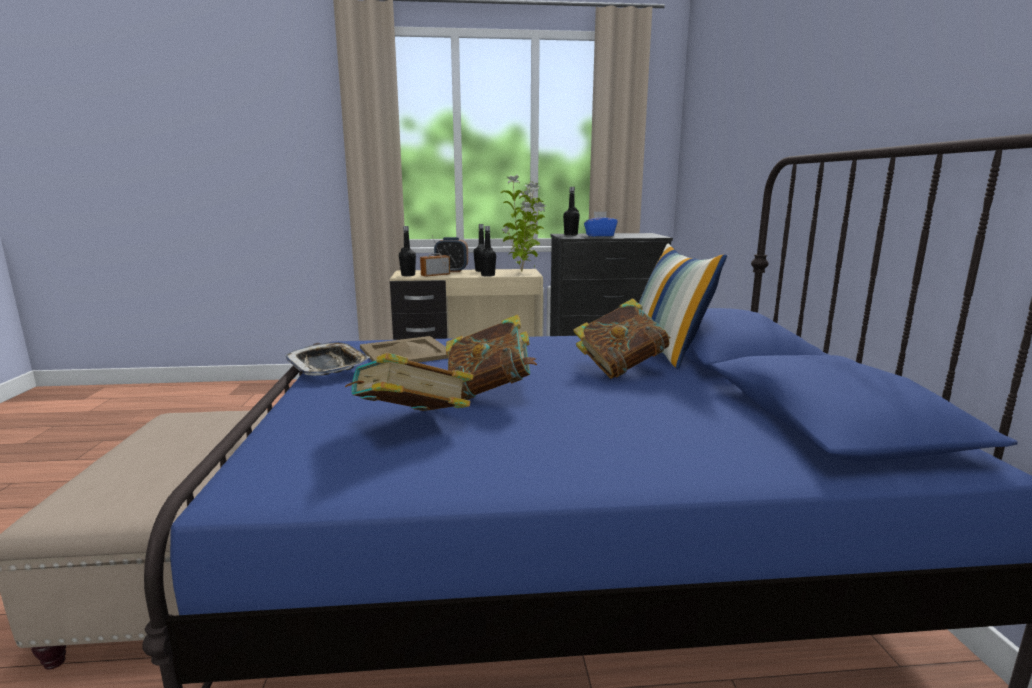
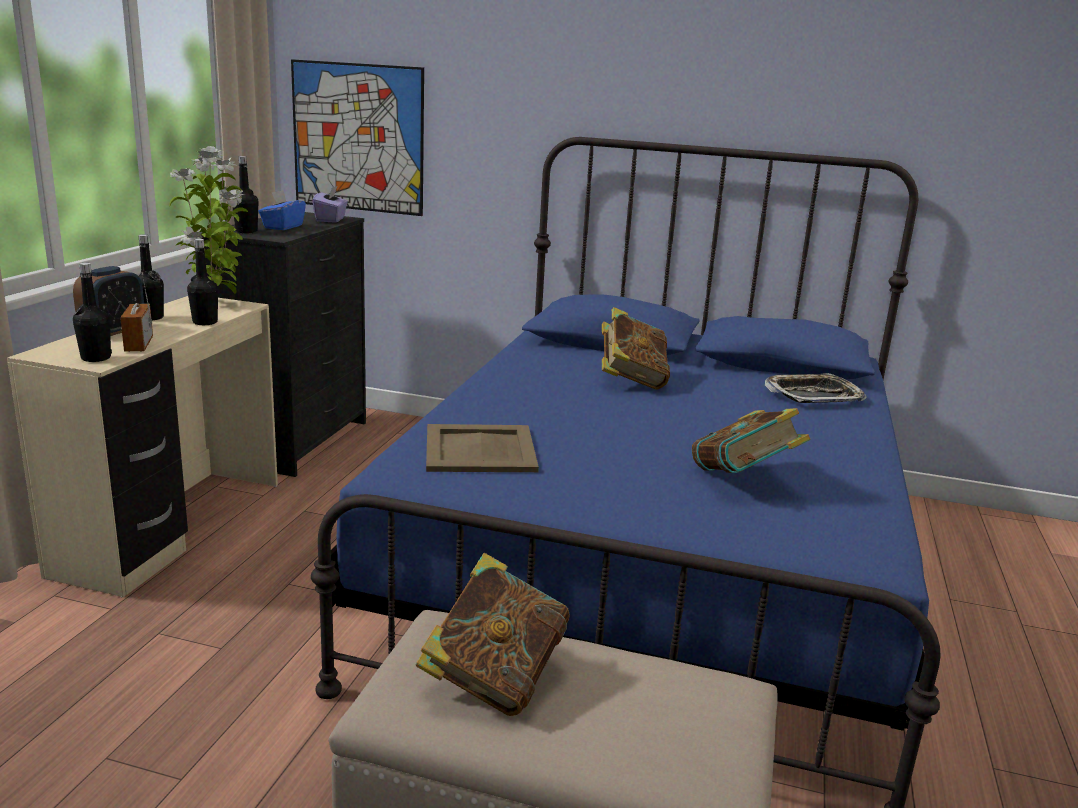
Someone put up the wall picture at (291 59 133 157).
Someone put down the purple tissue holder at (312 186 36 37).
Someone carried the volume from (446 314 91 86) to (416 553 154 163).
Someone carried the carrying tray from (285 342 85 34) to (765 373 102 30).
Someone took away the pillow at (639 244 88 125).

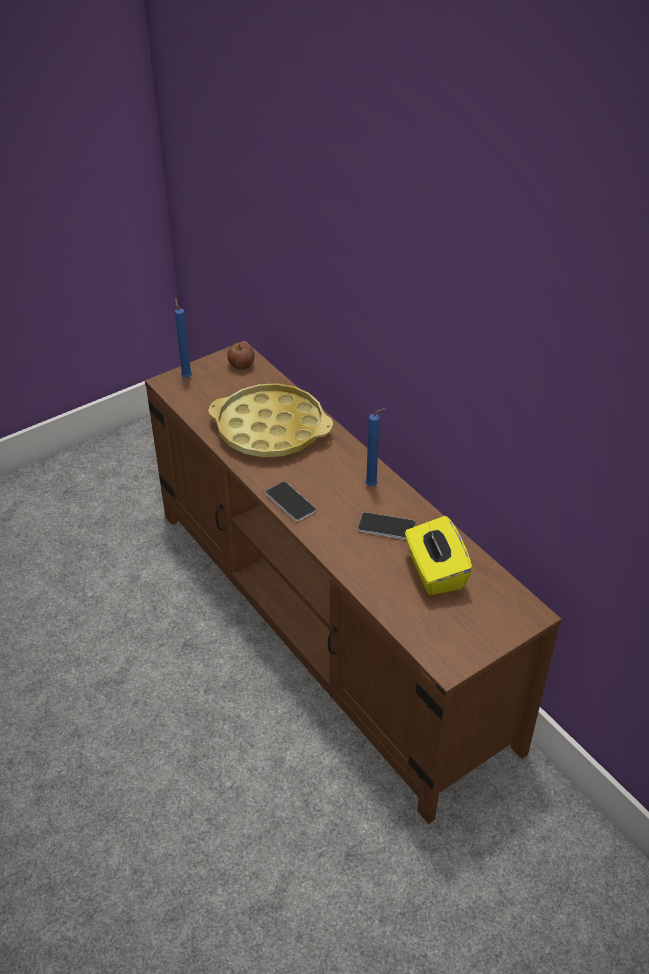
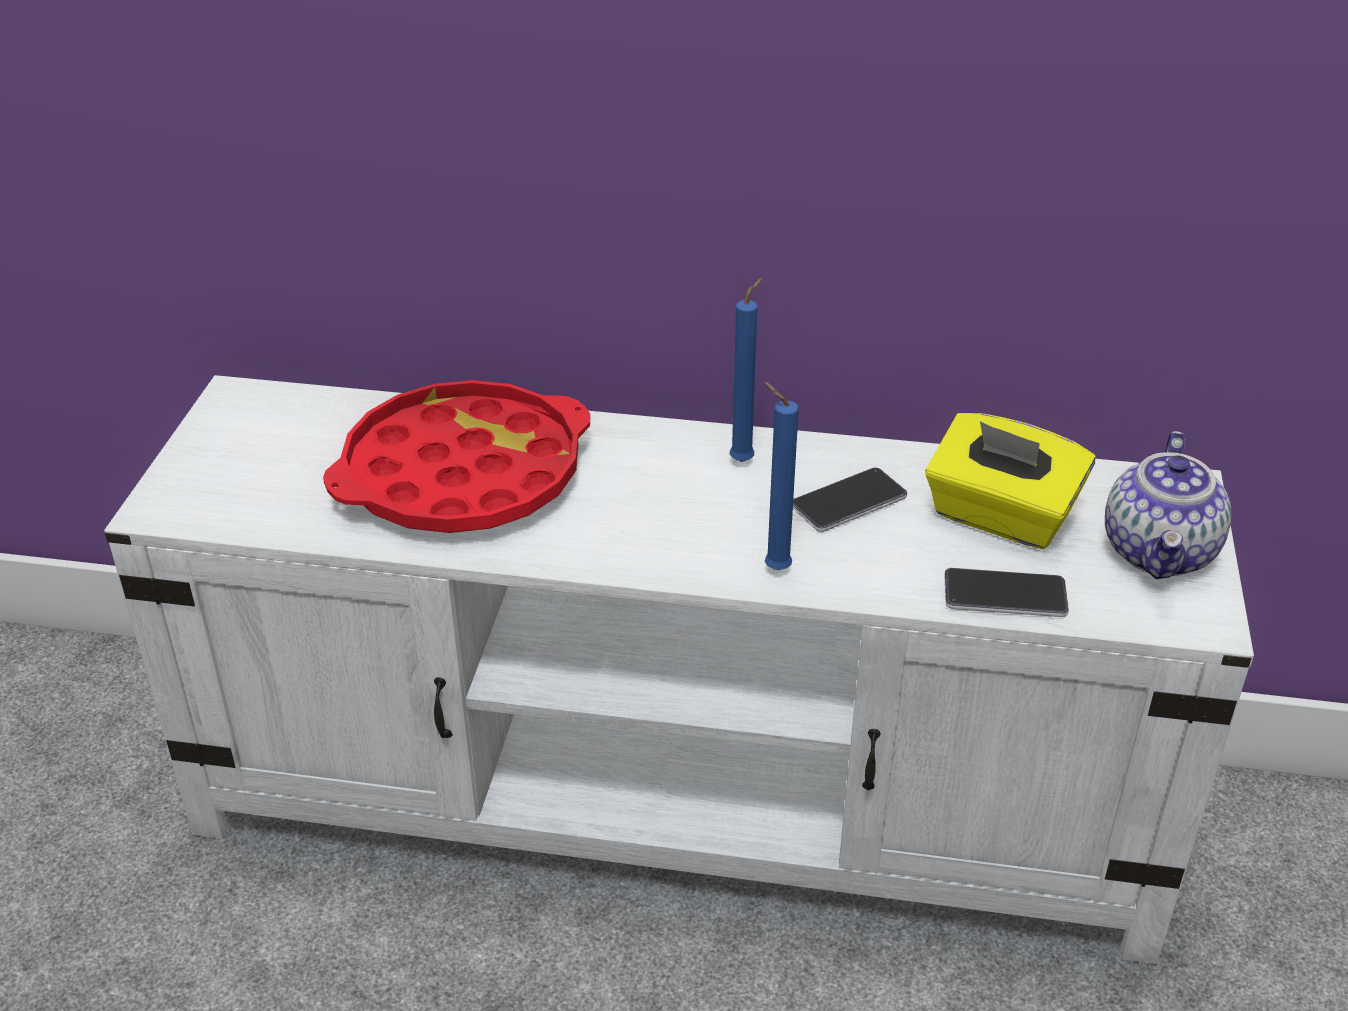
Someone repainted the brownish tv unit at (145 341 416 483), which became the white tv unit at (104 375 1150 589).
Someone repainted the yellow-coloured carrying tray at (208 383 125 75), which became the red carrying tray at (323 380 267 153).
Someone carried the blue candle from (175 298 17 80) to (763 382 36 188).
Someone carried the handset from (265 482 51 40) to (944 568 125 49).
Someone put down the tea pot at (1105 431 126 148).
Someone took away the apple fruit at (227 342 28 28).

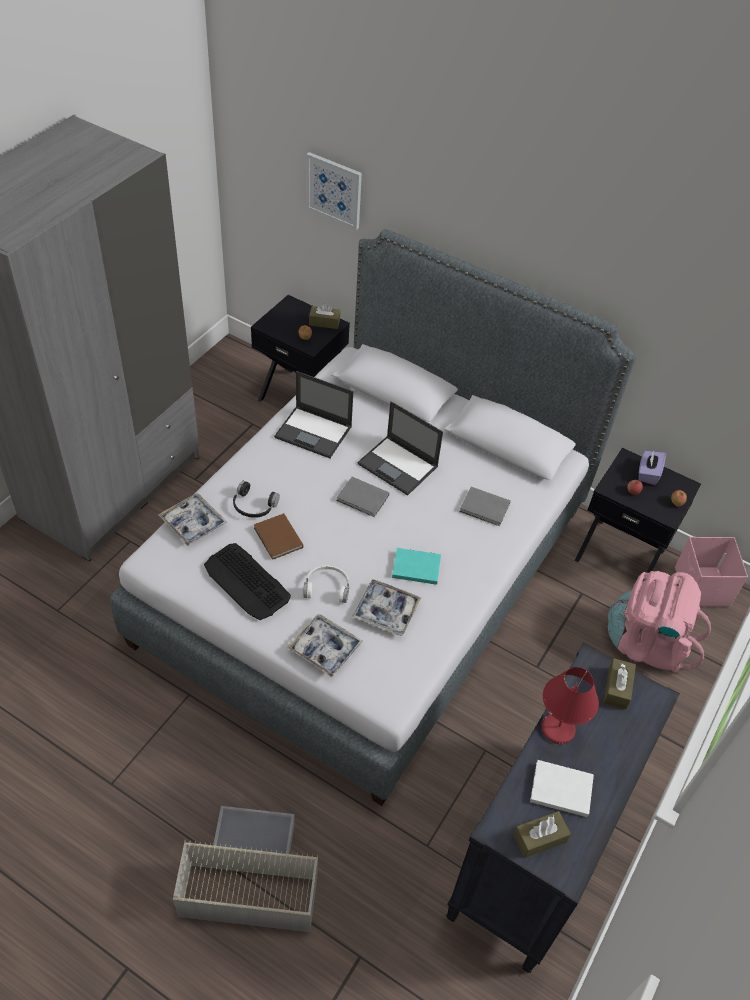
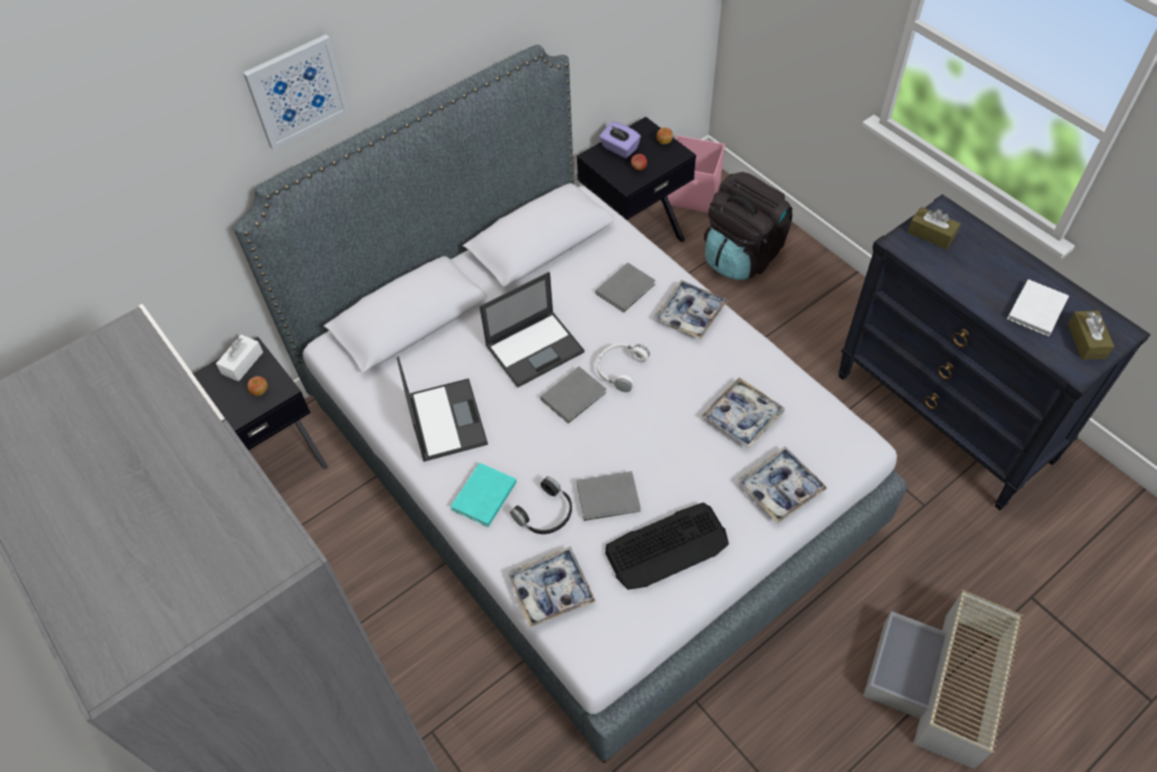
Someone repainted the brownish tissue holder at (309 303 31 26), which became the white tissue holder at (216 335 47 46).
Someone carried the wall picture from (306 152 56 78) to (243 34 106 116).
Someone rotated the notebook computer at (274 371 79 87) by 60 degrees counterclockwise.
Someone carried the blue-green volume from (392 548 49 37) to (450 463 67 64).
Someone repainted the brownish volume at (254 513 49 47), which became the greyish volume at (577 471 64 50).
Someone carried the white headset from (303 566 46 37) to (597 343 53 49).
Someone put down the carrying tray at (654 280 74 59).
Someone repainted the pink rucksack at (608 571 103 102), which became the black-coloured rucksack at (704 172 88 108).
Someone took away the red tabletop lamp at (541 667 58 77).

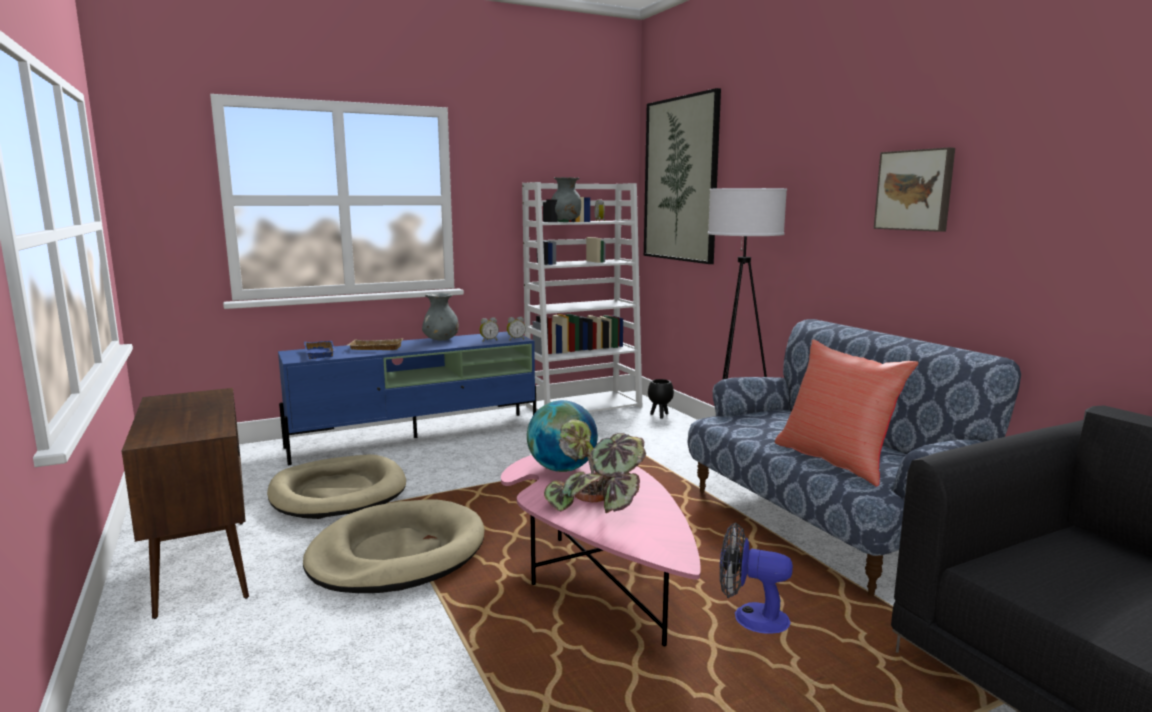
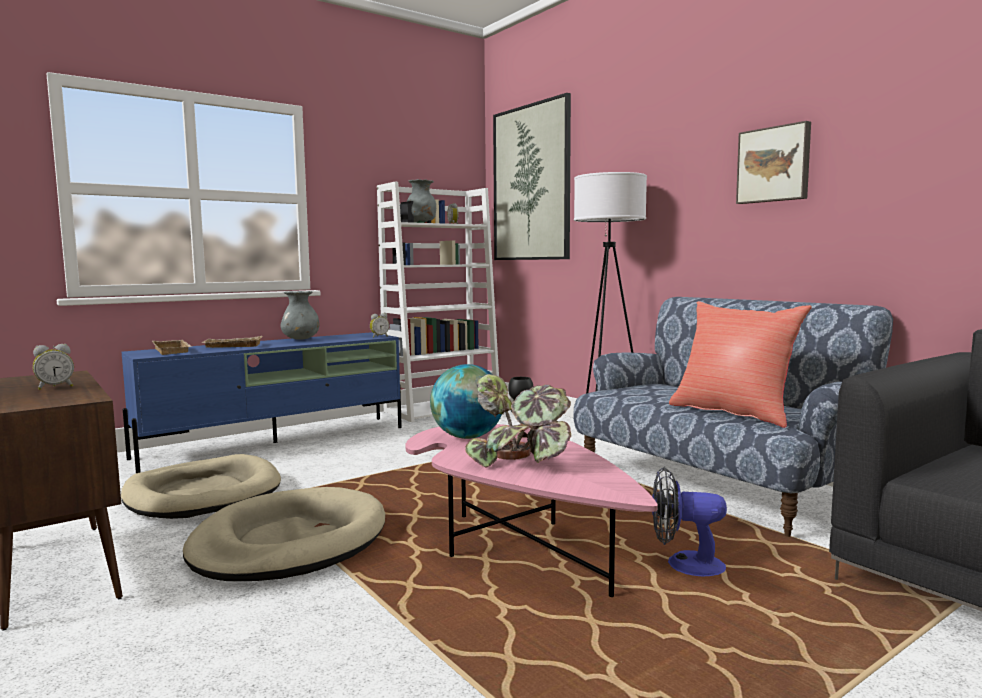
Someone carried the table clock from (480 317 19 25) to (33 344 41 46).
Someone repainted the blue carrying tray at (304 341 32 18), which became the beige-coloured carrying tray at (152 340 40 15).

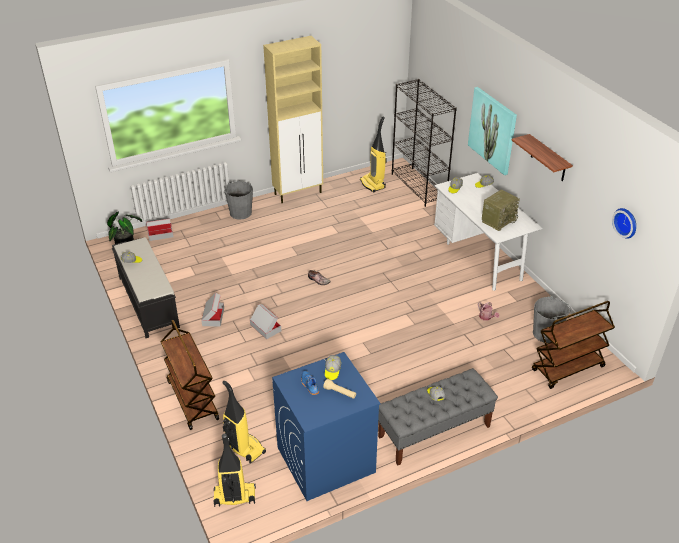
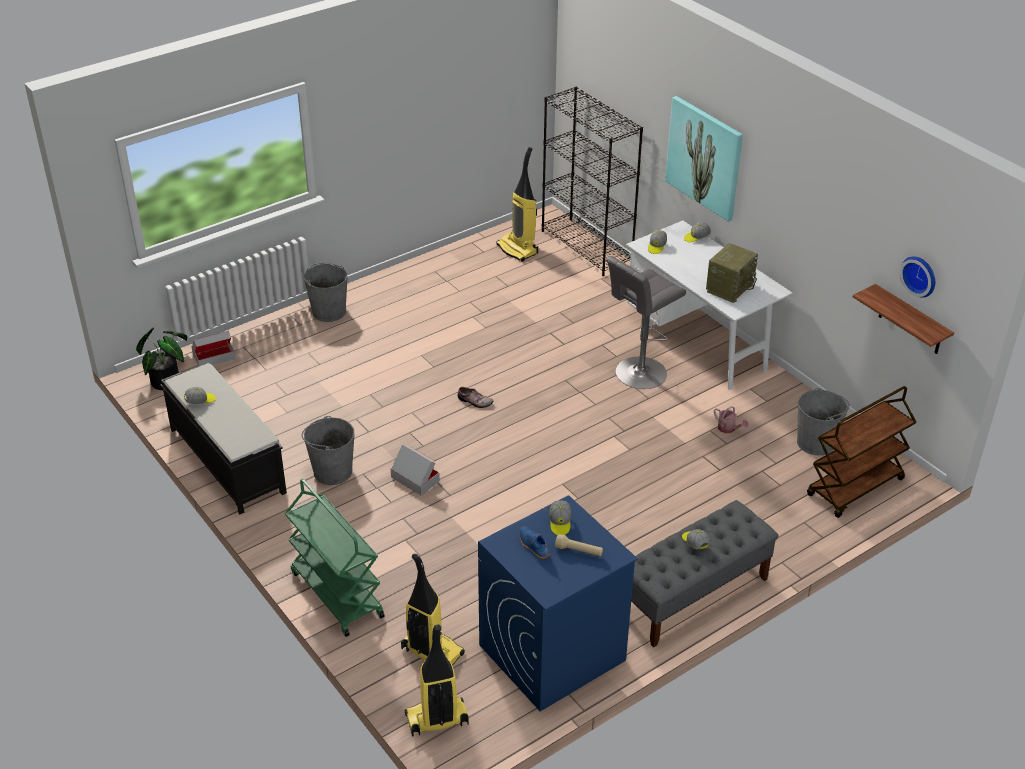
Someone repainted the brownish wheeled cart at (160 320 59 110), which became the green wheeled cart at (285 479 100 158).
Someone swapped the packing box at (201 293 23 34) for the greyish bucket at (301 416 53 69).
Someone put down the greyish stool seat at (606 256 80 133).
Someone carried the shelf from (512 134 61 47) to (853 284 101 70).
Someone took away the beige-coloured cabinet at (263 36 60 167).

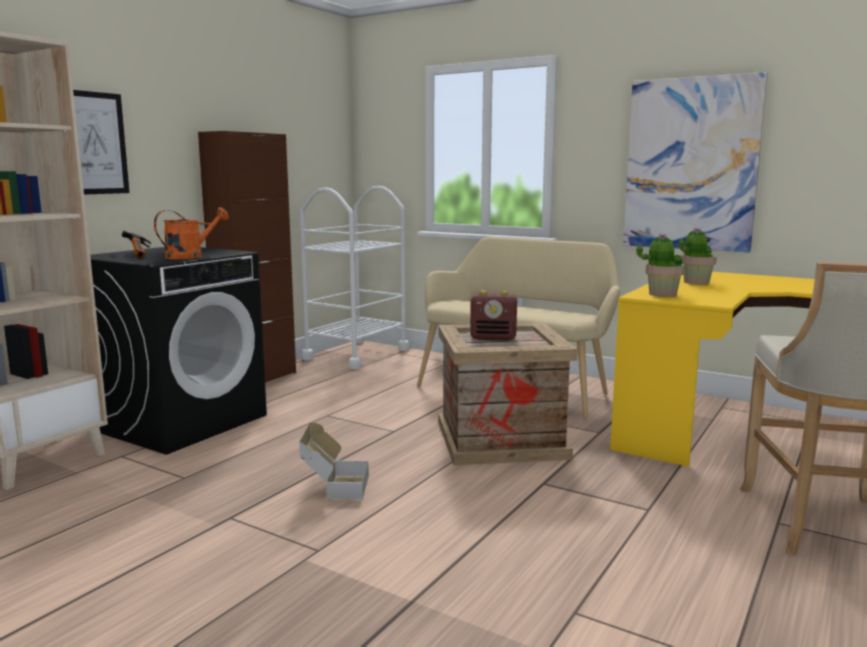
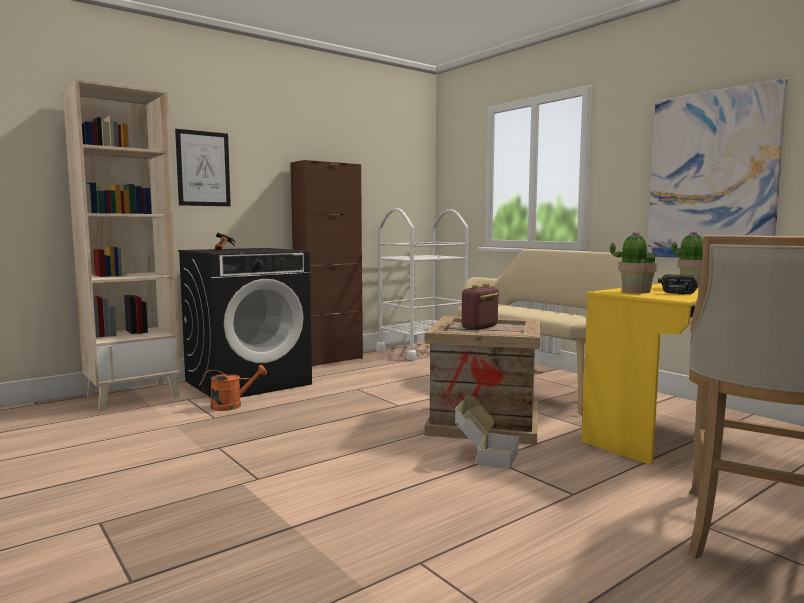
Someone carried the orange-coloured watering pot from (154 207 75 52) to (201 365 66 46).
Someone carried the packing box from (299 423 70 76) to (455 396 64 73).
Someone rotated the radio at (470 290 47 51) by 105 degrees clockwise.
Someone put down the electric drill at (658 274 39 20).

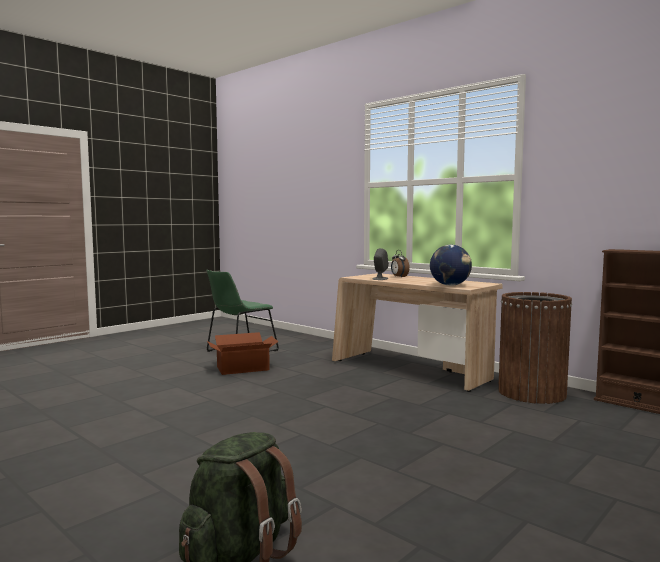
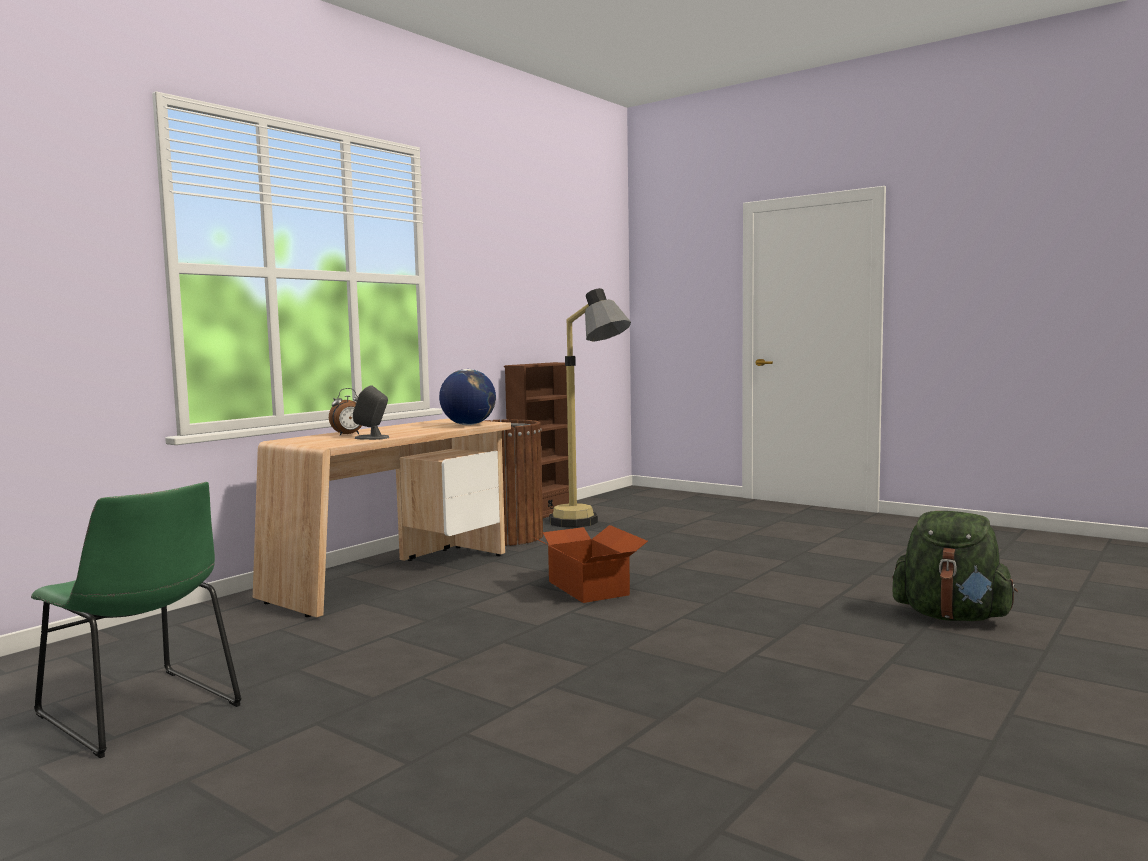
Someone carried the packing box from (207 332 71 43) to (531 525 117 78).
Someone put down the floor lamp at (549 288 82 240).

